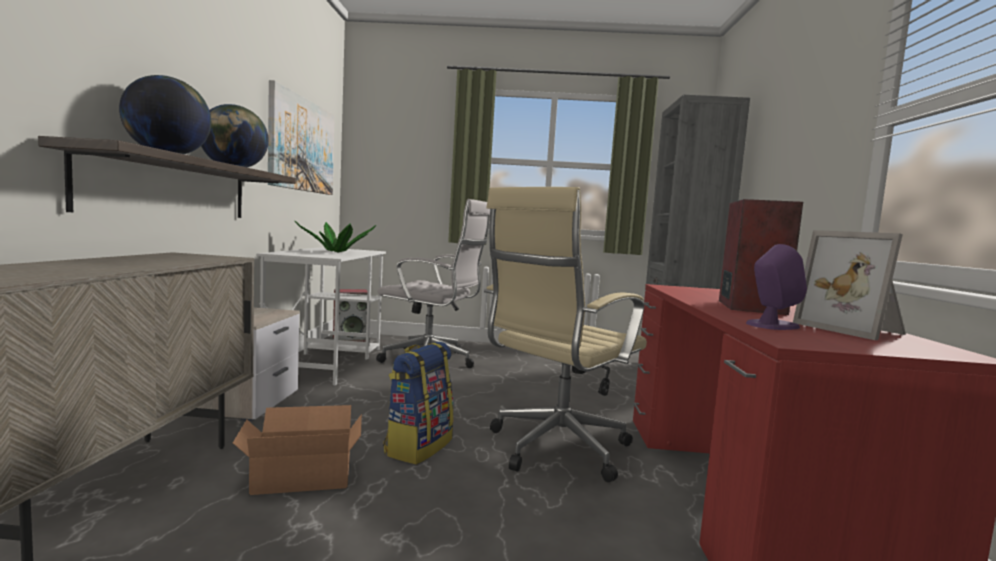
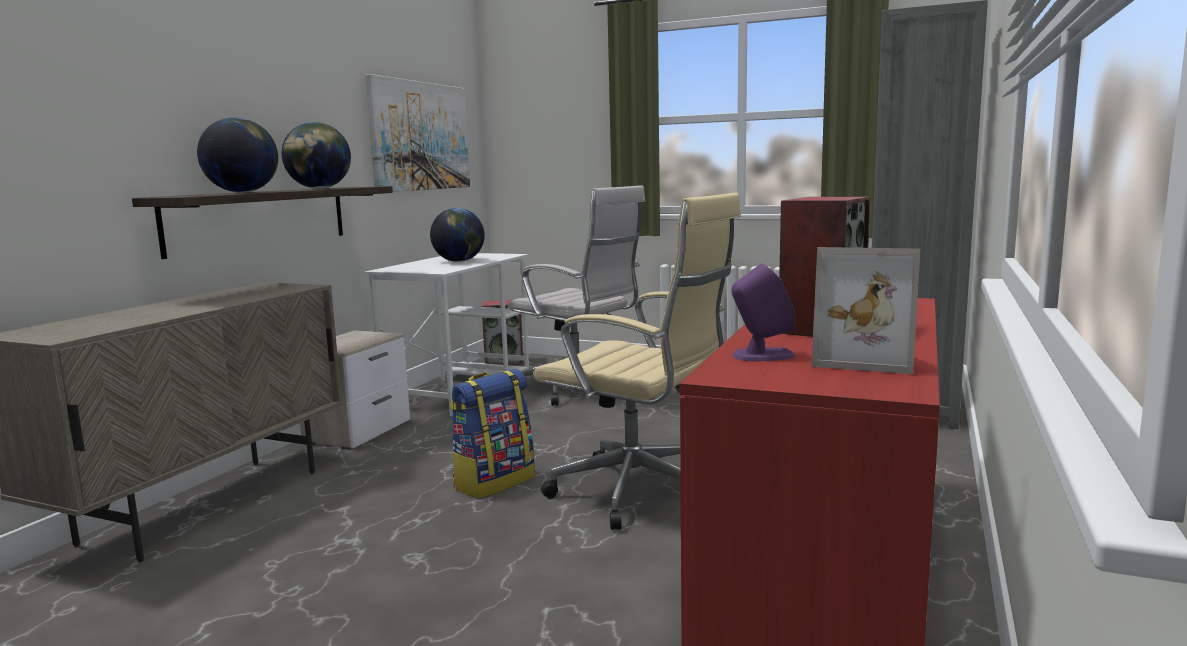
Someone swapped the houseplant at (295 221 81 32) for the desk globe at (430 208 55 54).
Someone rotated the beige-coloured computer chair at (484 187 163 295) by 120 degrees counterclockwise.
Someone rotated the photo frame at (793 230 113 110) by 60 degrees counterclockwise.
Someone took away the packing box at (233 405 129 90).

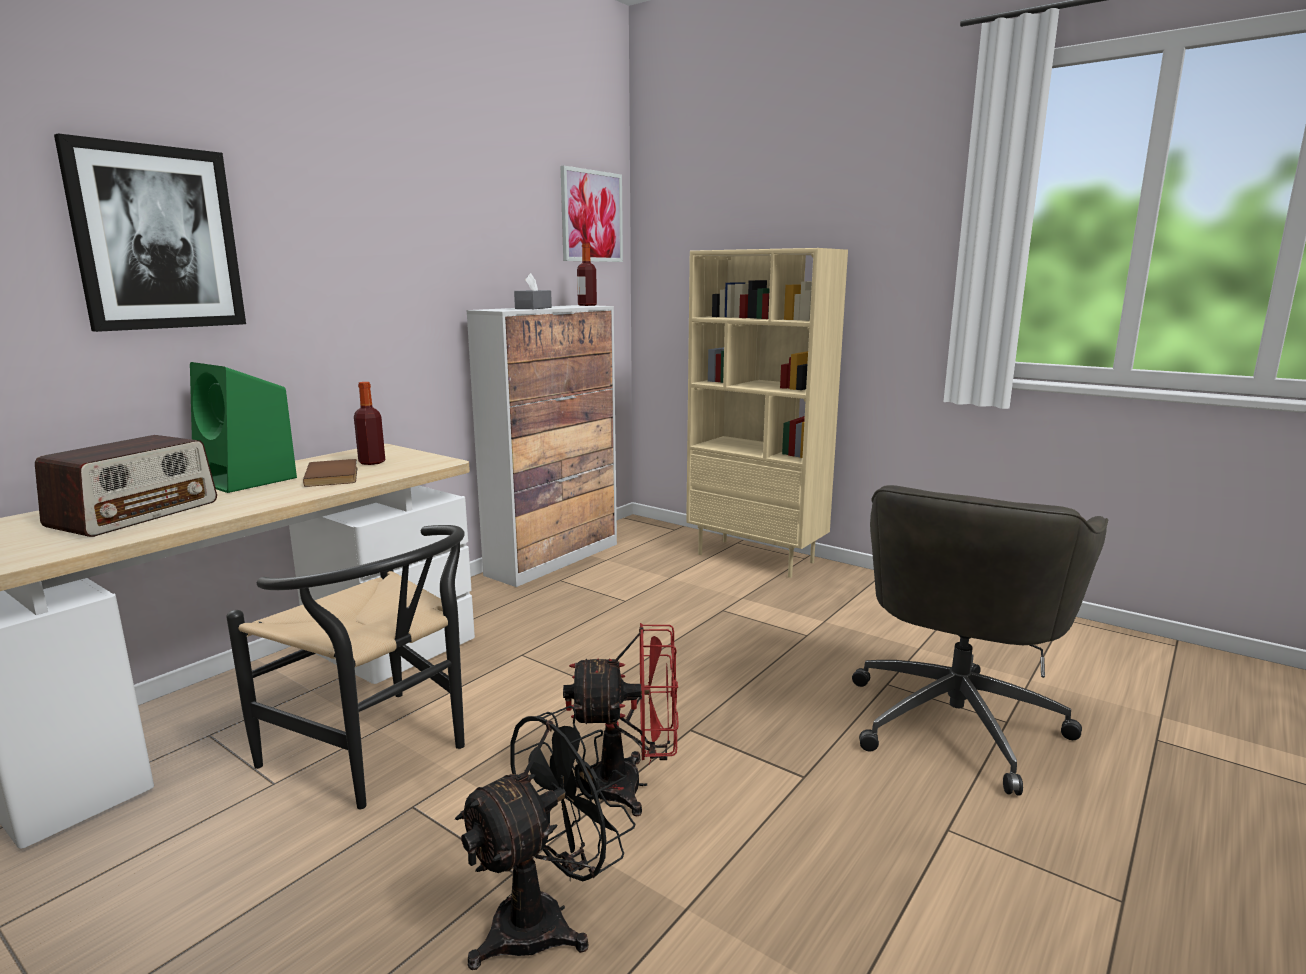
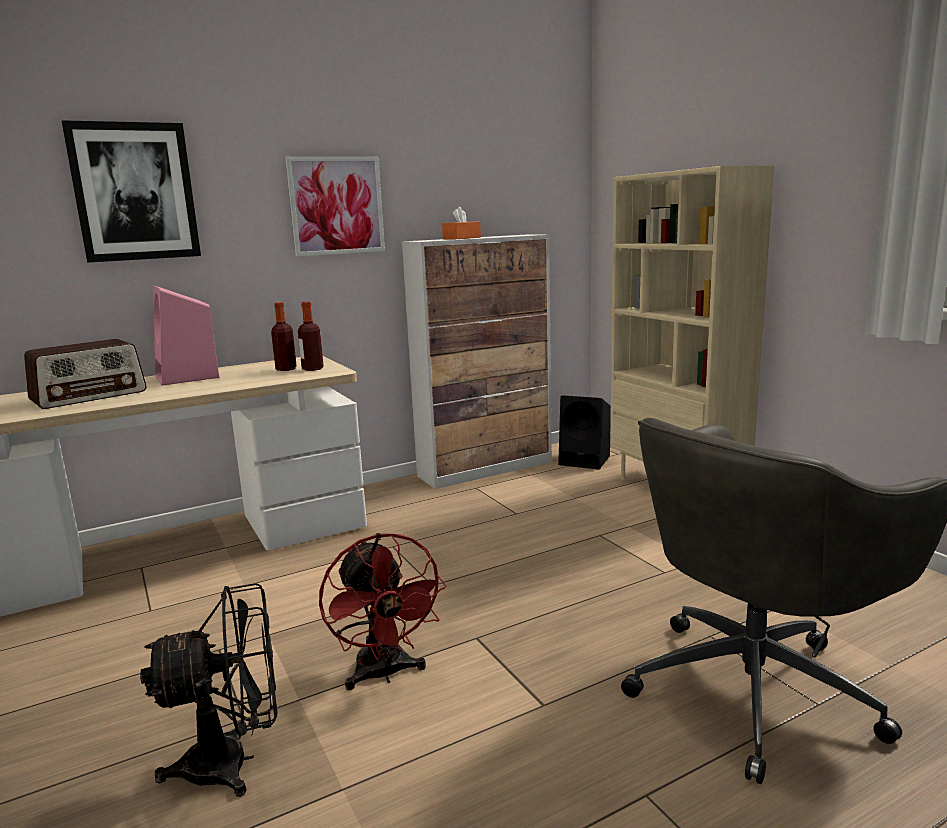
Someone repainted the green speaker at (190 362 107 131), which became the pink speaker at (153 285 66 101).
Someone carried the wall picture from (561 165 62 97) to (285 157 100 99).
Someone carried the beverage bottle from (577 243 20 63) to (298 302 26 69).
Someone rotated the red fan at (563 623 116 194) by 45 degrees clockwise.
Someone repainted the greyish tissue holder at (514 273 38 36), which became the orange-coloured tissue holder at (442 206 39 34).
Someone put down the black-coloured speaker at (558 395 53 75).
Someone took away the black-coloured chair at (226 525 239 284).
Someone took away the brownish volume at (303 459 54 28).

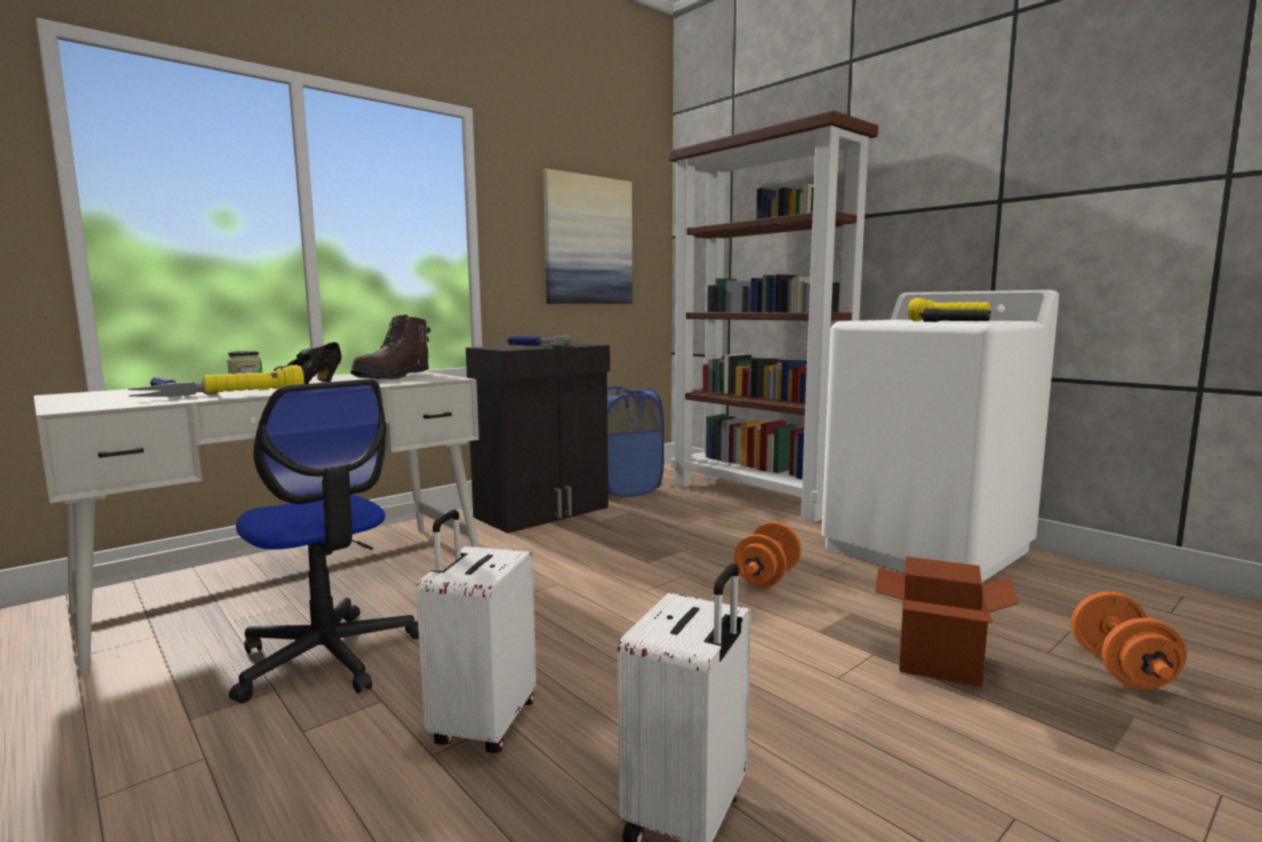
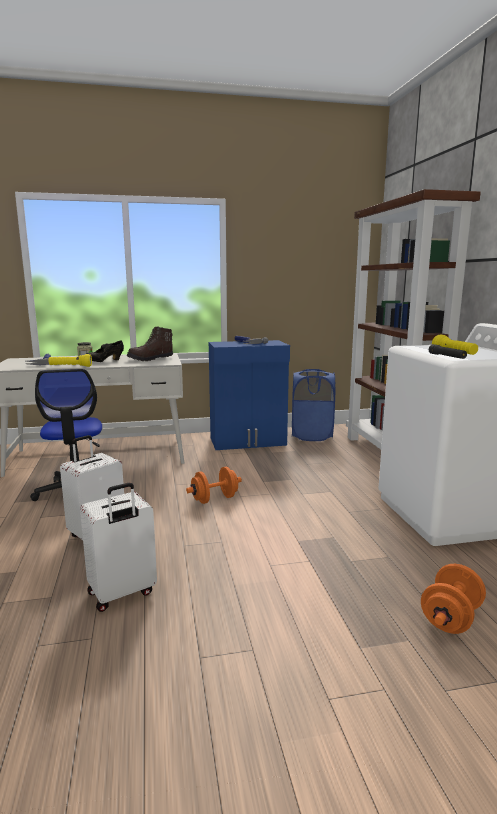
Someone carried the orange-coloured hand weight from (734 522 67 66) to (186 467 56 37).
Someone repainted the black-coloured cabinet at (466 343 144 190), which became the blue cabinet at (209 340 81 110).
Someone took away the wall picture at (543 169 89 135).
Someone took away the packing box at (875 557 144 130).

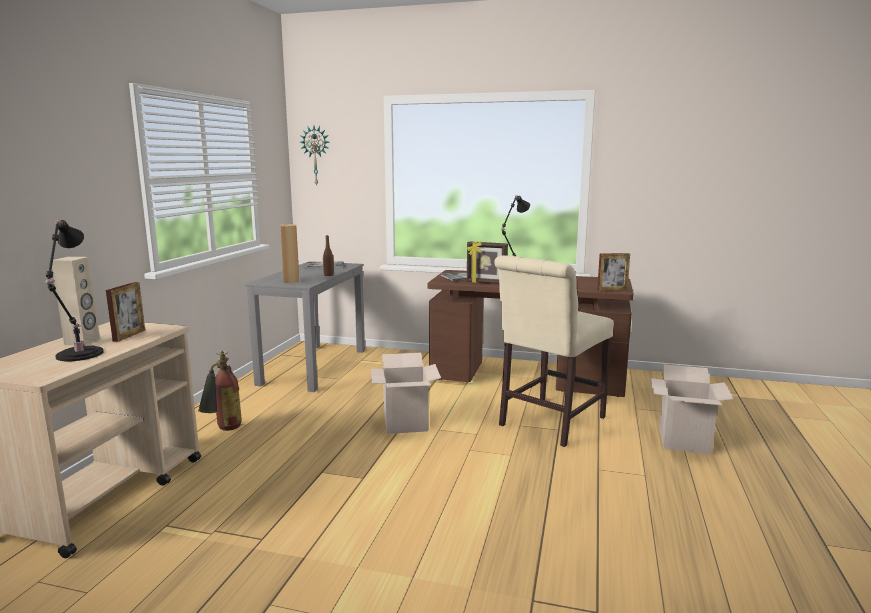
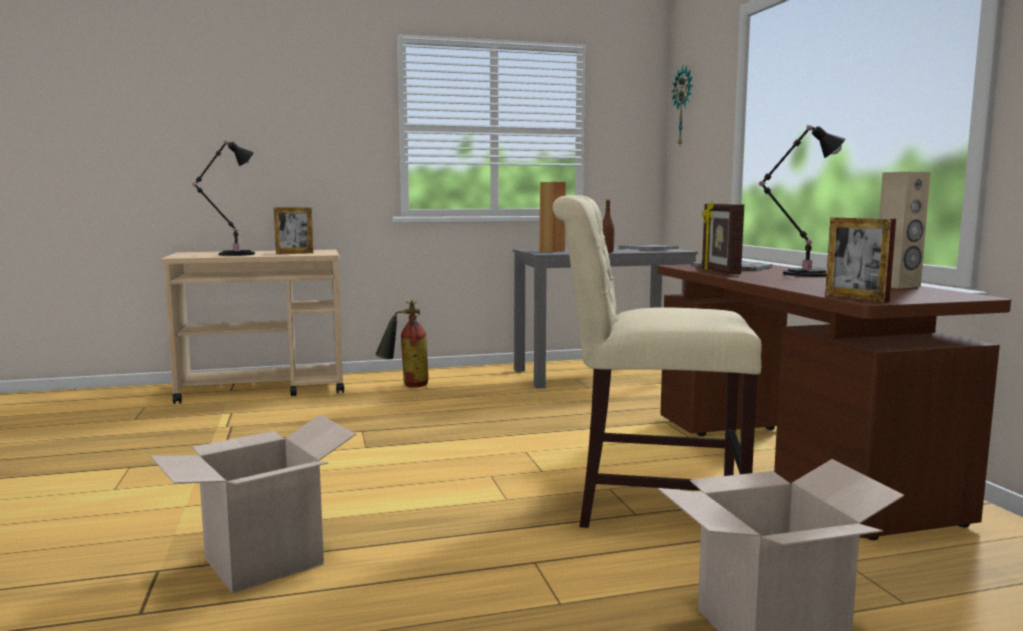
Someone carried the packing box from (371 353 70 81) to (150 414 206 179).
Someone carried the beige-coloured speaker from (52 257 48 89) to (879 172 52 117).

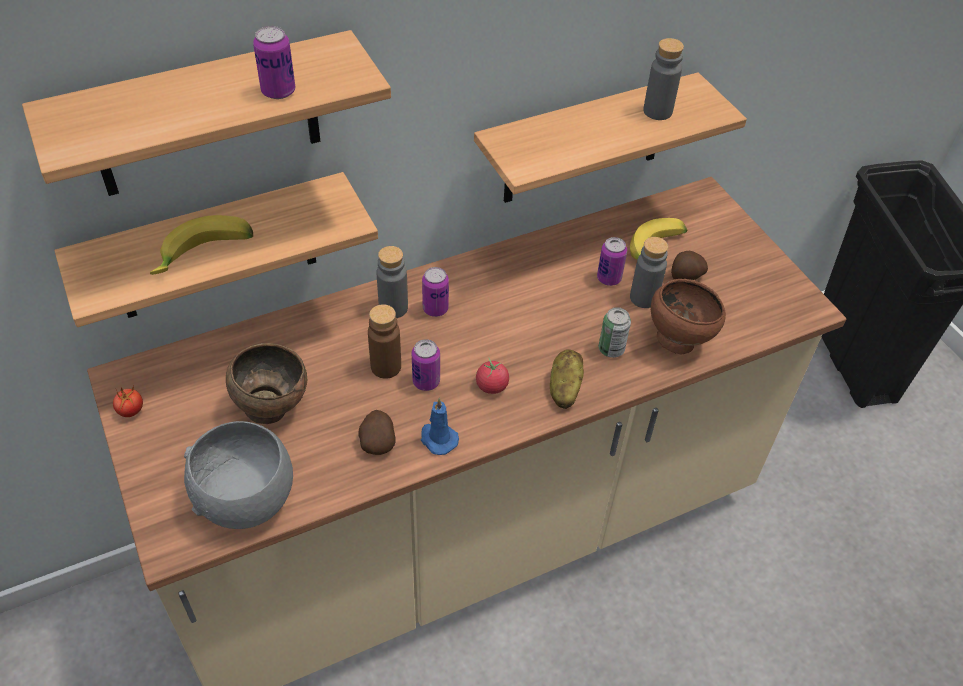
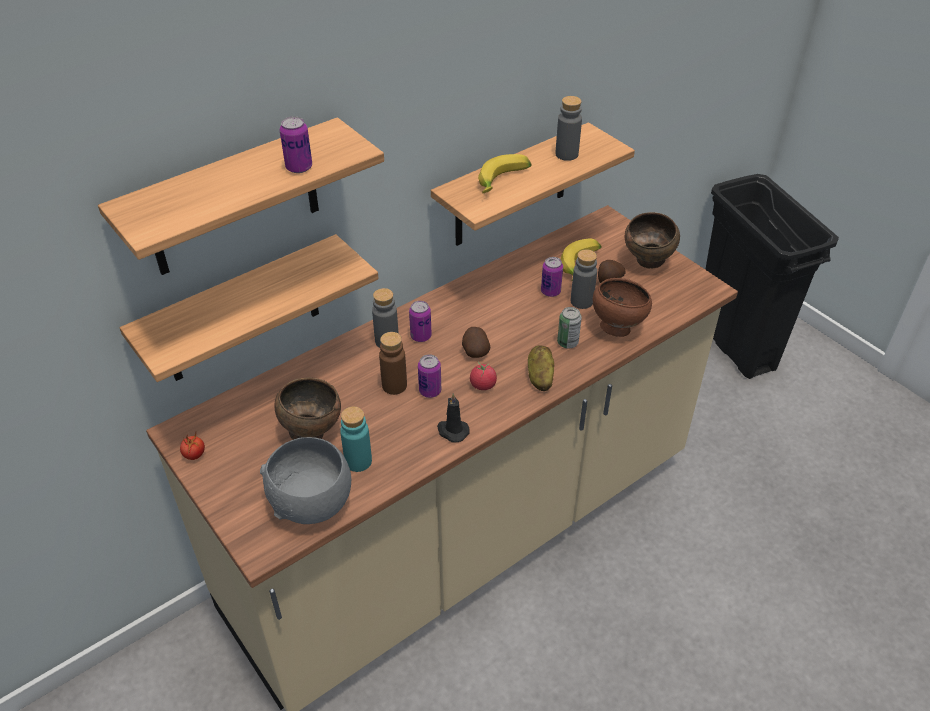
Someone put down the blue-green beverage bottle at (340 406 32 66).
Someone repainted the blue candle at (421 398 38 57), which became the black-coloured candle at (437 393 33 49).
Someone carried the whole potato from (358 410 38 45) to (462 327 28 31).
Someone carried the banana from (150 215 103 60) to (478 154 54 39).
Someone put down the brownish bowl at (625 212 55 57).

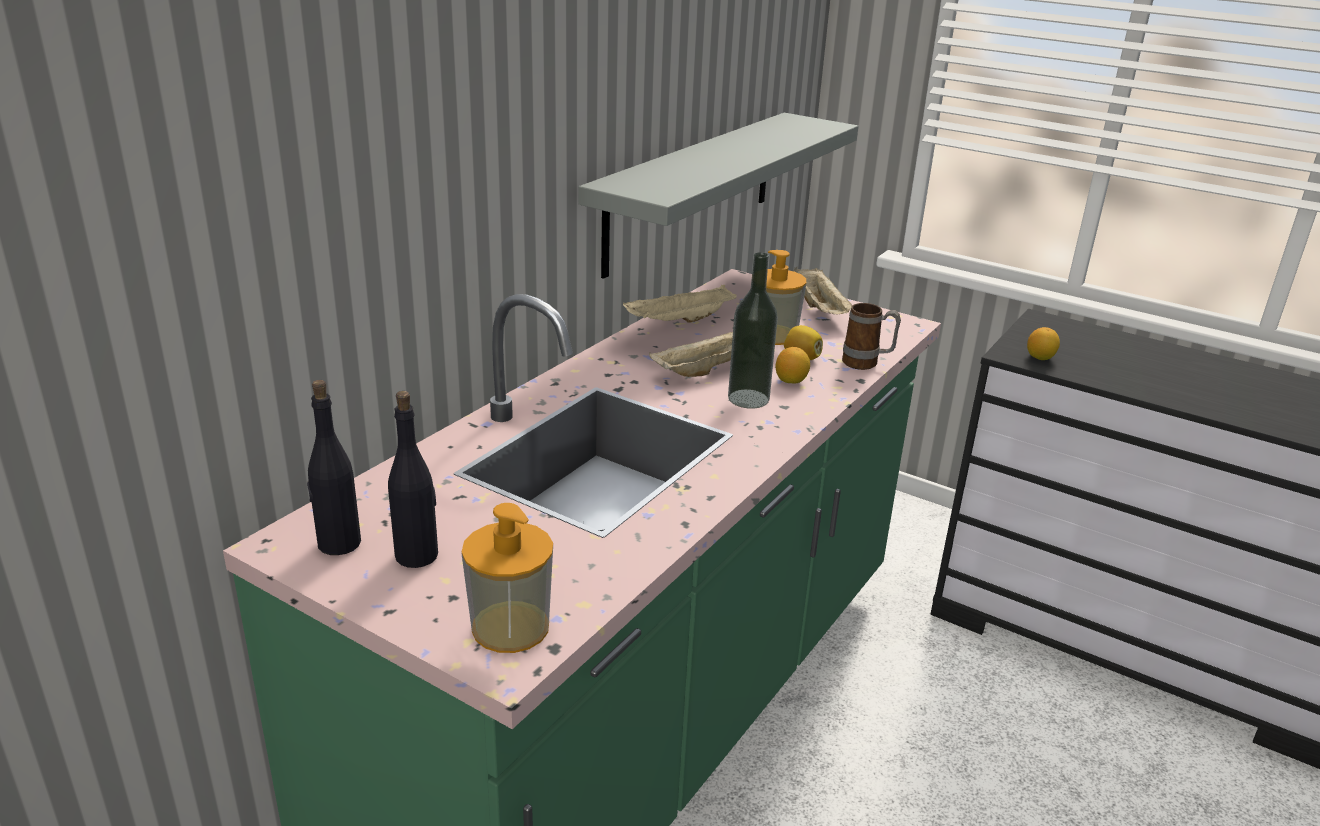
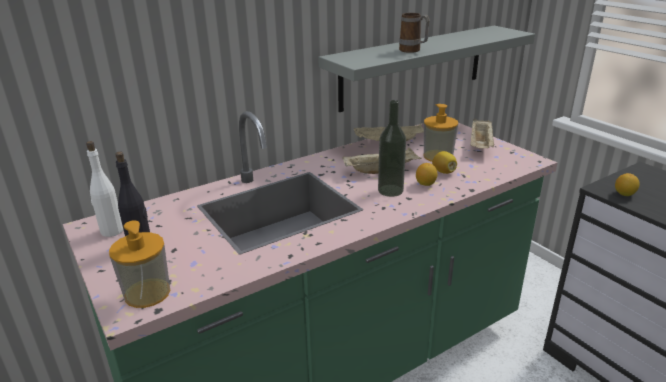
Someone repainted the black-coloured beverage bottle at (307 380 54 175), which became the white beverage bottle at (86 141 37 96).
Someone carried the tea mug from (842 303 59 67) to (399 13 31 40).

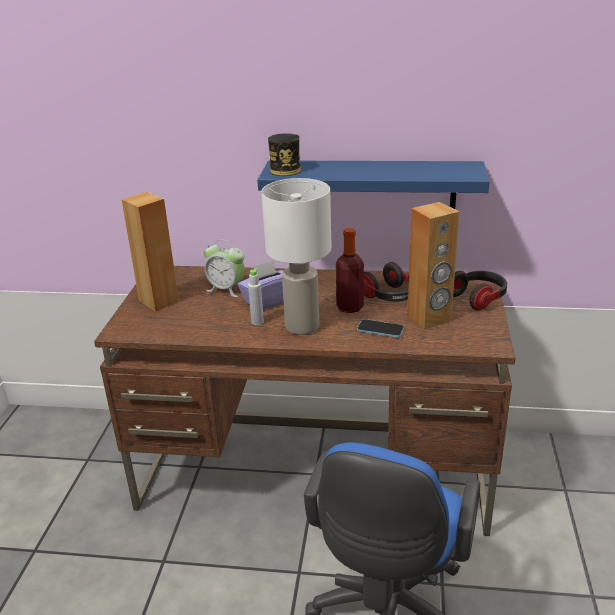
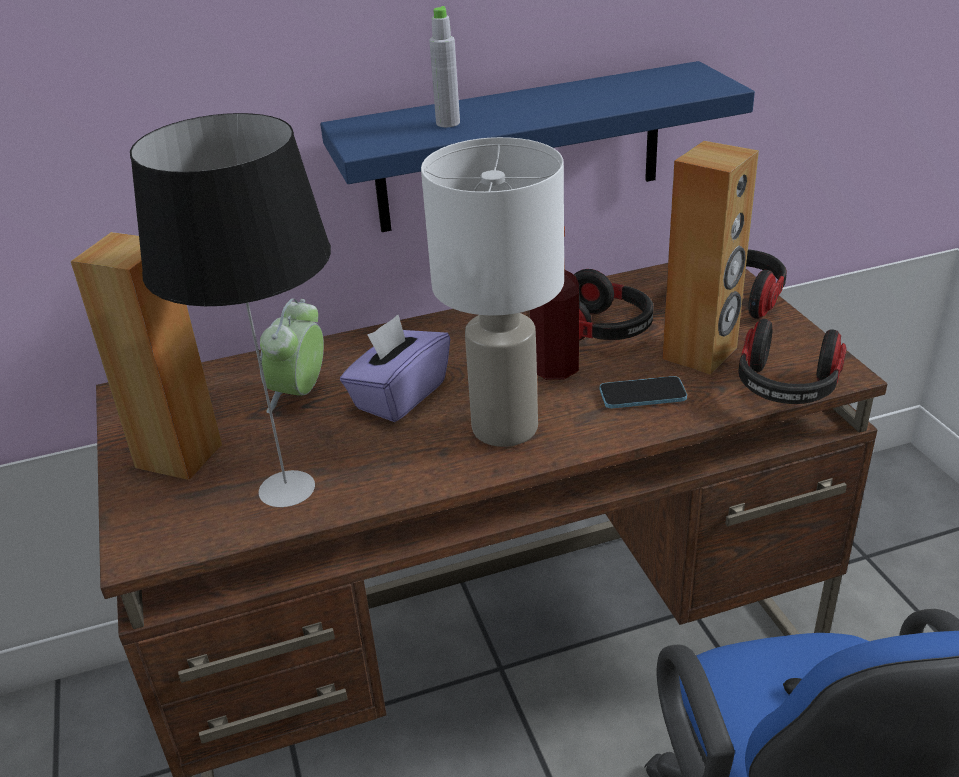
Someone put down the tabletop lamp at (130 113 201 395).
Someone rotated the table clock at (204 239 41 58) by 105 degrees clockwise.
Someone carried the greyish beverage bottle from (248 269 16 56) to (429 6 31 121).
Someone put down the headset at (738 319 109 85).
Someone took away the sealed can at (268 133 33 43).

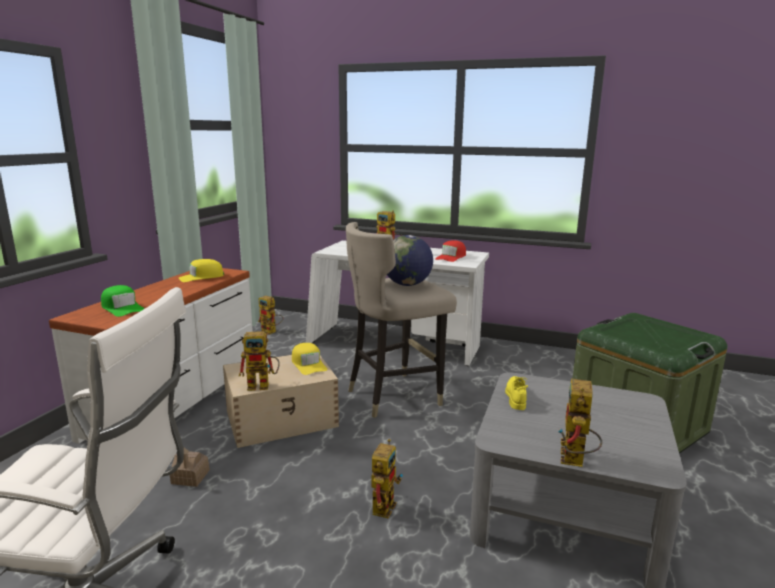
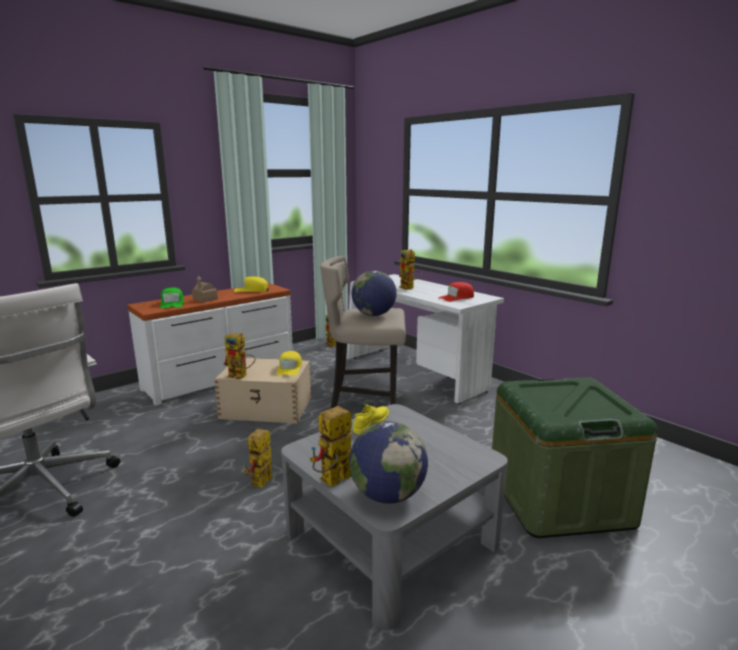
Someone carried the toy house from (169 448 41 39) to (192 276 26 27).
Someone rotated the model robot at (372 439 31 79) by 150 degrees clockwise.
Someone put down the desk globe at (349 421 79 83).

